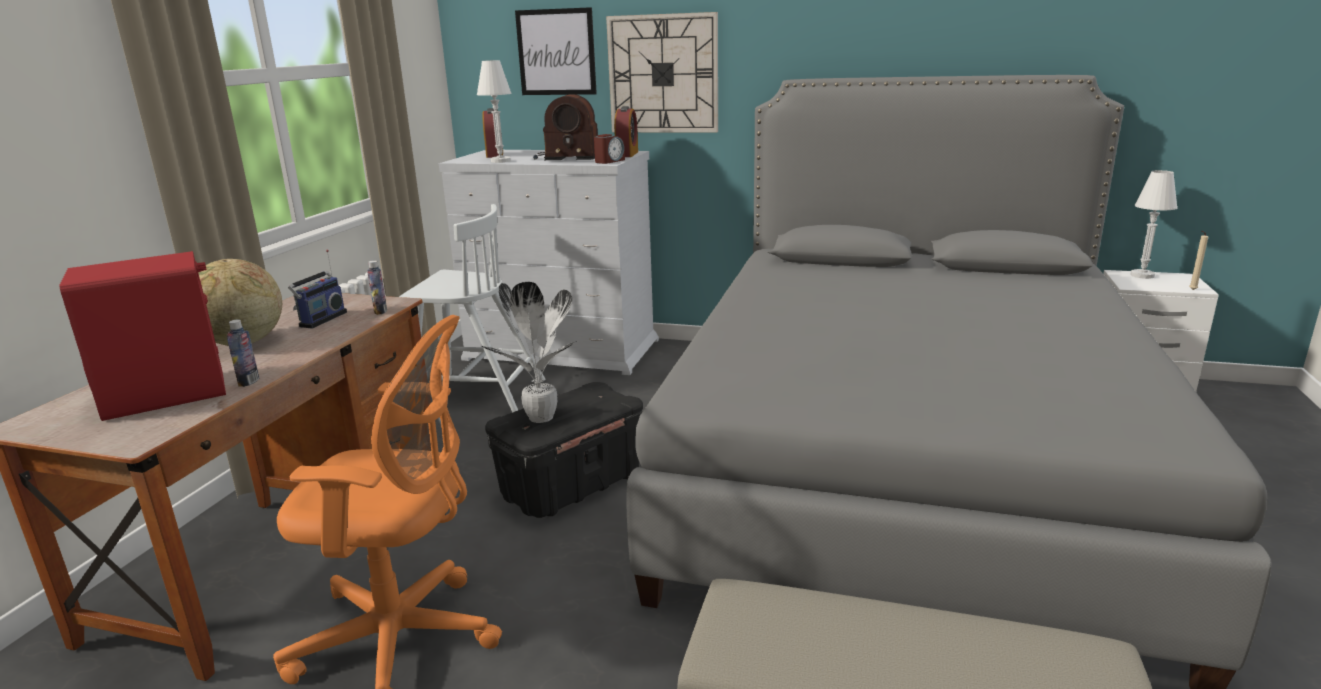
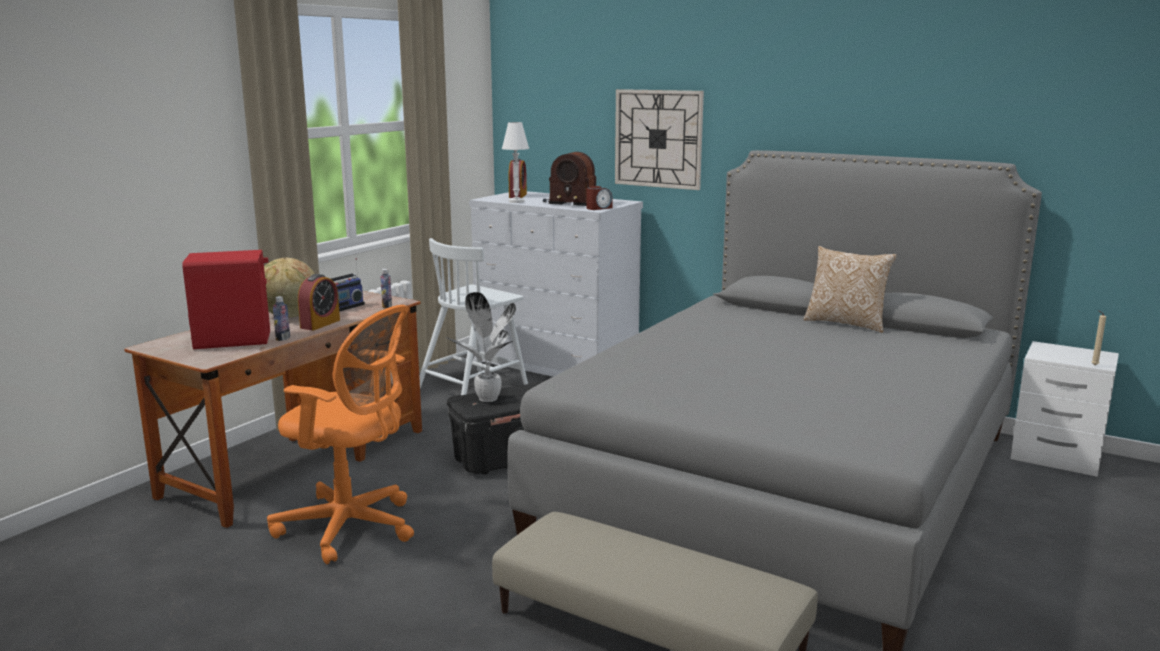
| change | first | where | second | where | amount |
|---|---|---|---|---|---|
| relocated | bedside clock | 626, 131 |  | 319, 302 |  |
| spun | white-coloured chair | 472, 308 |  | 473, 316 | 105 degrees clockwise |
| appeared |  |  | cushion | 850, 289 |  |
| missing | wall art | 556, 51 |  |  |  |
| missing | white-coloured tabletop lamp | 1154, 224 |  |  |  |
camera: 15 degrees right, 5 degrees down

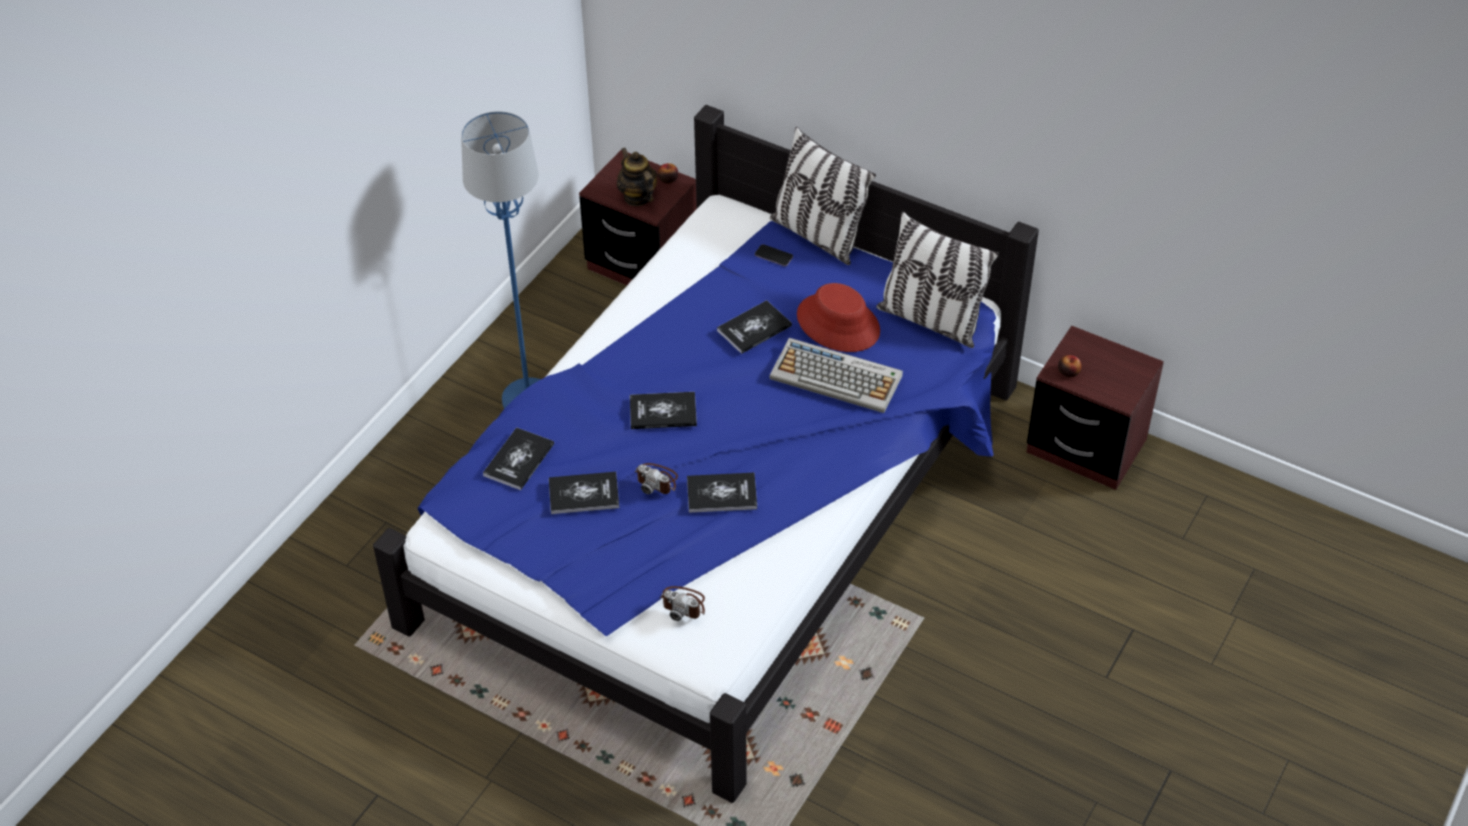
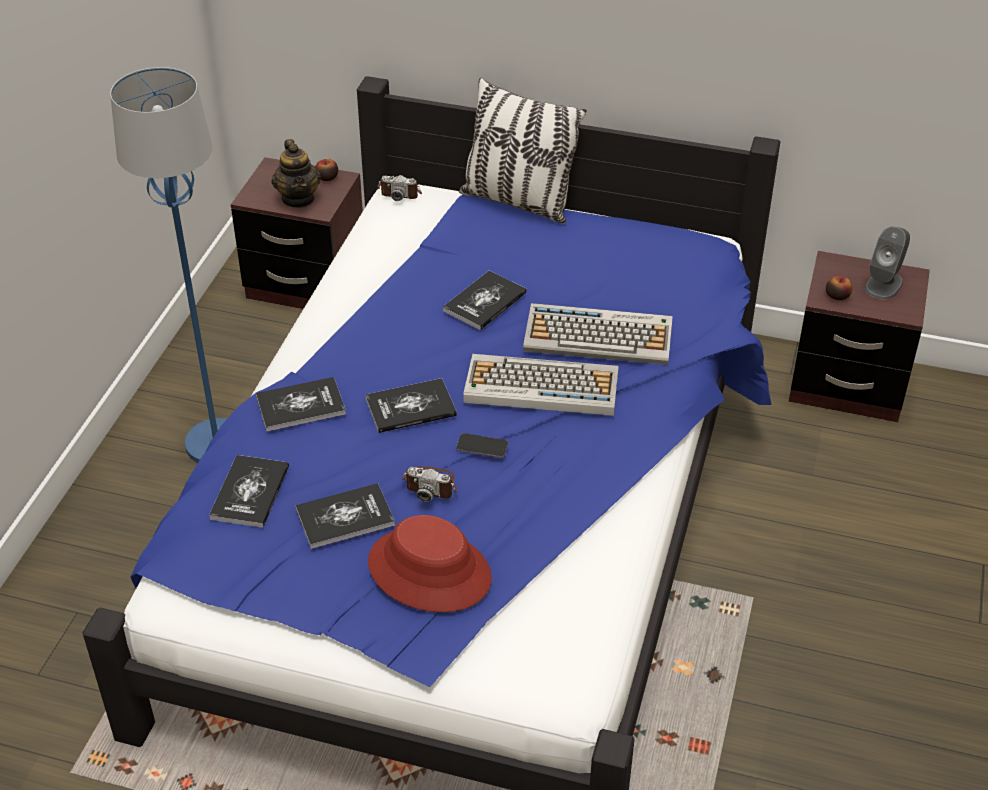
| change | first | where | second | where | amount |
|---|---|---|---|---|---|
| relocated | volume | 722, 493 |  | 301, 404 |  |
| spun | teapot | 637, 177 |  | 296, 173 | 150 degrees counterclockwise |
| relocated | reddish hat | 838, 317 |  | 430, 564 |  |
| relocated | still camera | 682, 603 |  | 399, 188 |  |
| relocated | handset | 774, 255 |  | 482, 445 |  |
| appeared |  |  | computer keyboard | 541, 385 |  |
| appeared |  |  | gray loudspeaker | 887, 263 |  |
| missing | cushion | 937, 280 |  |  |  |
camera: 15 degrees left, 5 degrees down

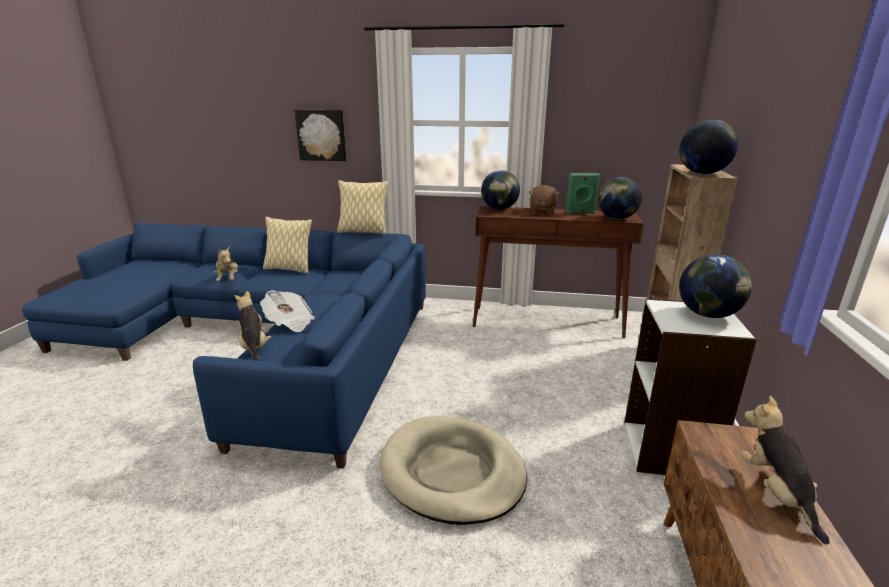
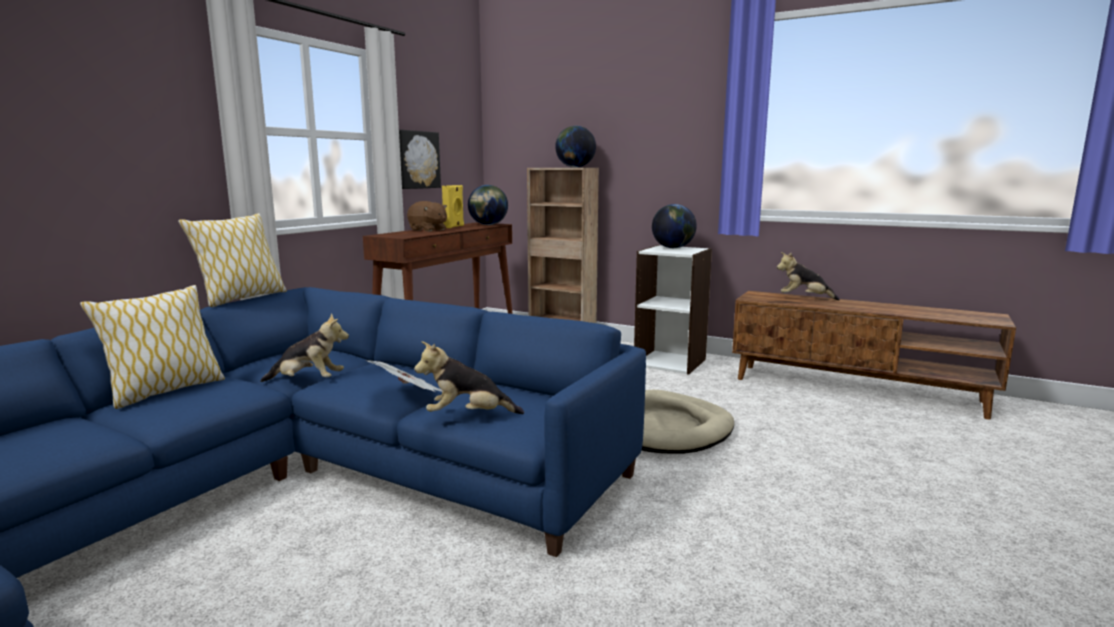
| change | first | where | second | where | amount |
|---|---|---|---|---|---|
| relocated | soft toy | 226, 263 |  | 304, 347 |  |
| relocated | wall art | 320, 135 |  | 420, 159 |  |
| colour | green loudspeaker | 583, 193 | yellow loudspeaker | 453, 206 |  |
| missing | desk globe | 500, 190 |  |  |  |
camera: 70 degrees left, 10 degrees down

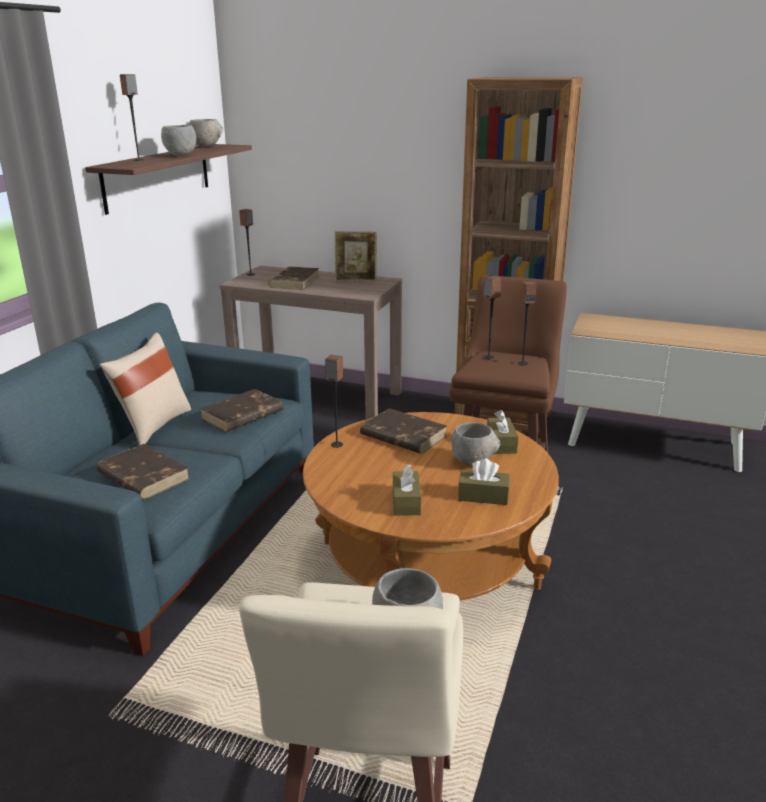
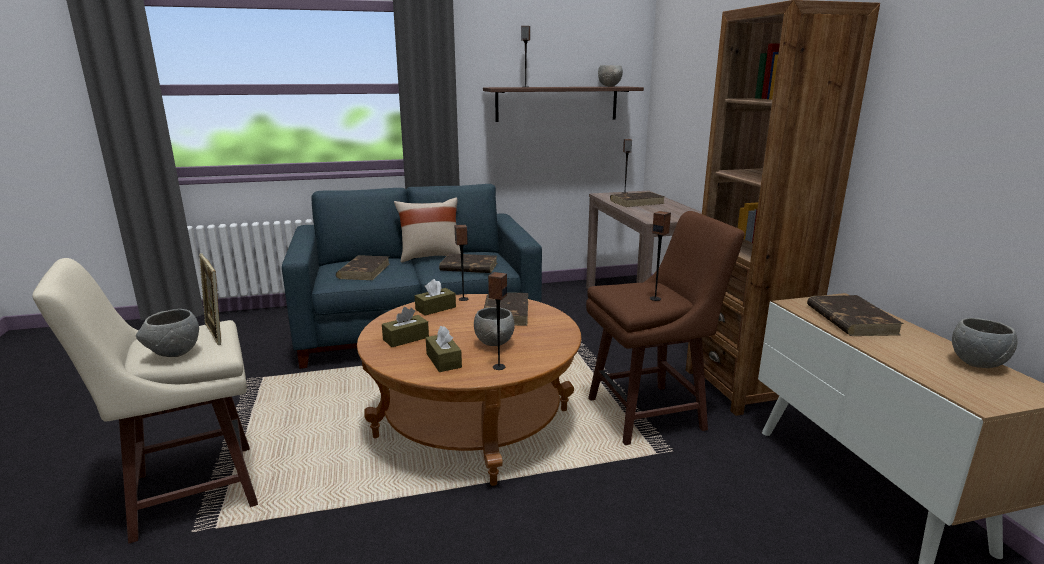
| change | first | where | second | where | amount |
|---|---|---|---|---|---|
| relocated | picture frame | 356, 256 |  | 210, 299 |  |
| relocated | brownish tissue box | 502, 432 |  | 435, 297 |  |
| relocated | loudspeaker | 492, 317 |  | 497, 321 |  |
| appeared |  |  | brownish volume | 855, 315 |  |
| relocated | gray bowl | 178, 140 |  | 985, 343 |  |
camera: 55 degrees right, 5 degrees down

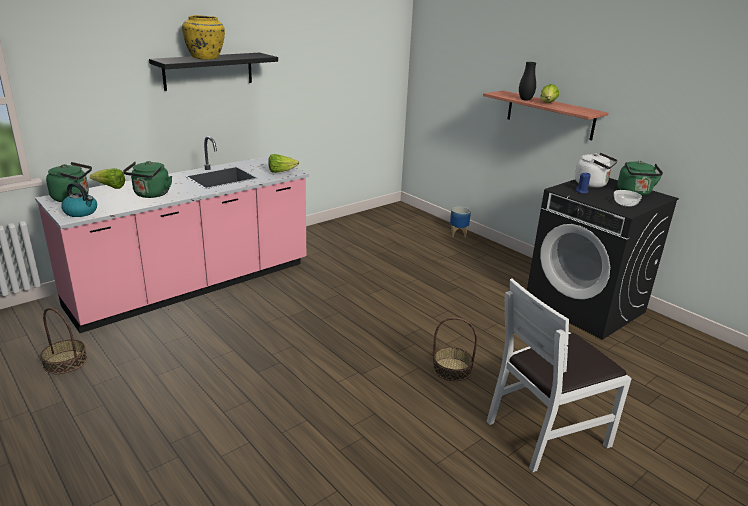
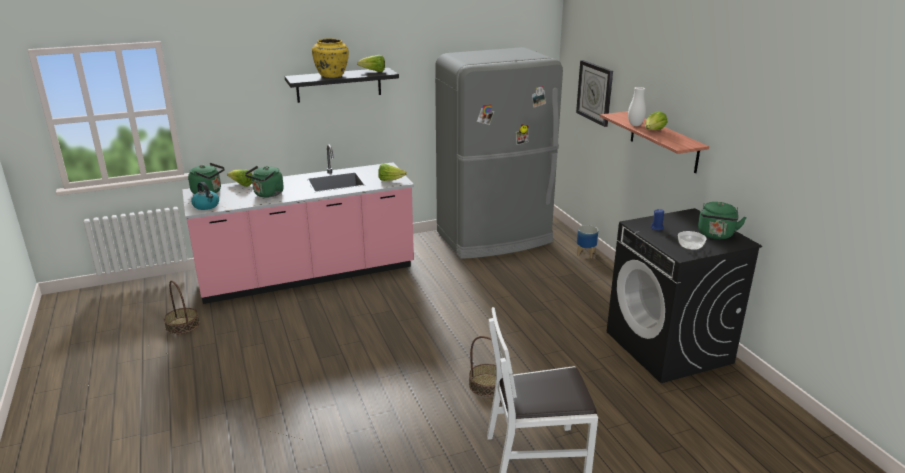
| change | first | where | second | where | amount |
|---|---|---|---|---|---|
| appeared |  |  | head of lettuce | 371, 63 |  |
| appeared |  |  | gray kitchen fridge | 499, 153 |  |
| appeared |  |  | wall clock | 594, 93 |  |
| colour | black flower vase | 527, 81 | white-coloured flower vase | 637, 106 |  |
| missing | white-coloured tea kettle | 596, 170 |  |  |  |
camera: 20 degrees right, 0 degrees up

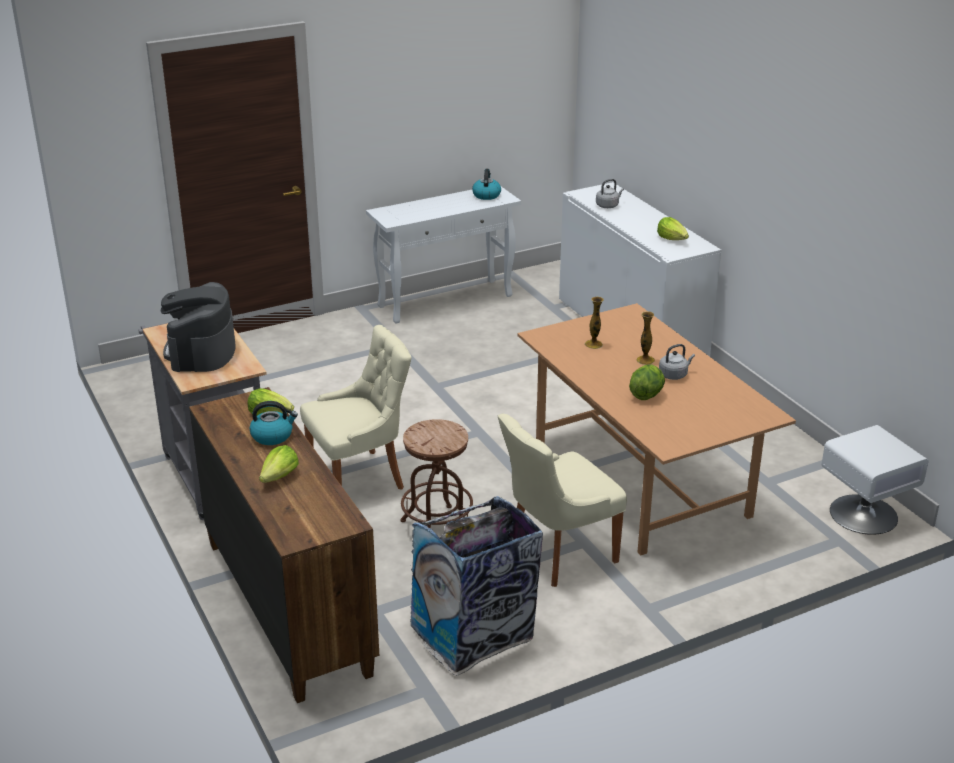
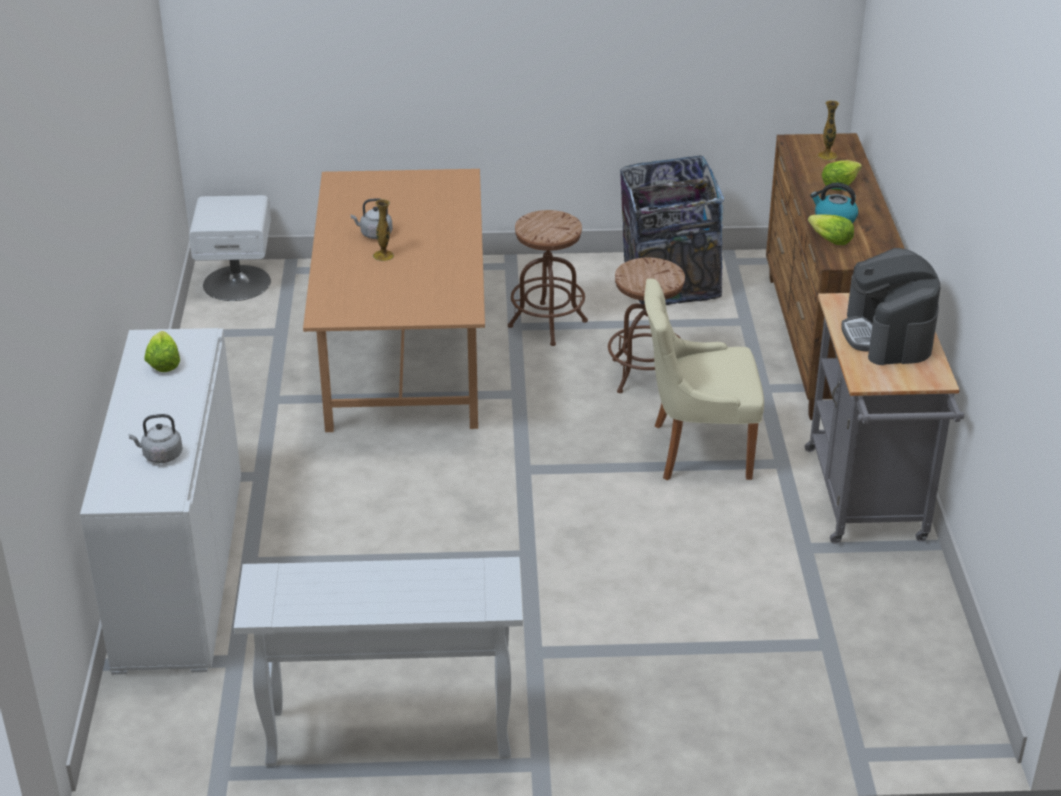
| change | first | where | second | where | amount |
|---|---|---|---|---|---|
| exchanged | sand-coloured chair | 562, 500 | brownish stool | 548, 278 |  |
| relocated | flower vase | 594, 323 |  | 828, 130 |  |
| spun | coffee brewer | 198, 327 |  | 890, 306 | 150 degrees clockwise |
| missing | tea kettle | 486, 184 |  |  |  |
| missing | head of lettuce | 647, 382 |  |  |  |
camera: 155 degrees left, 5 degrees up

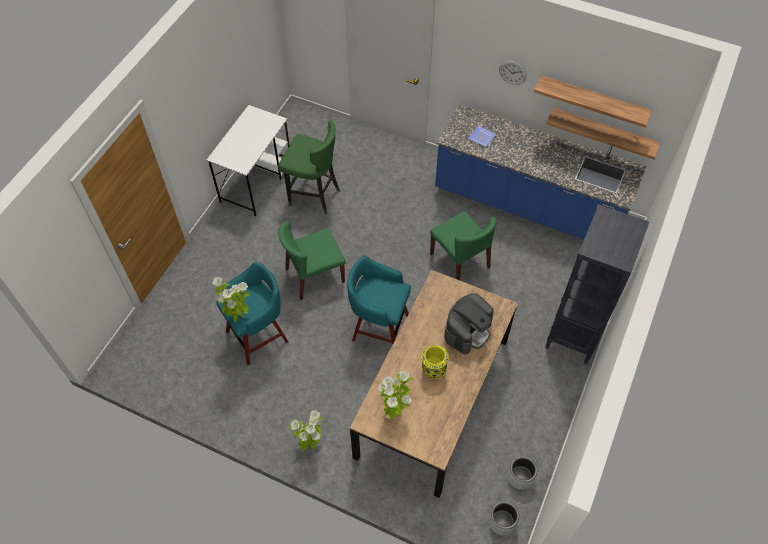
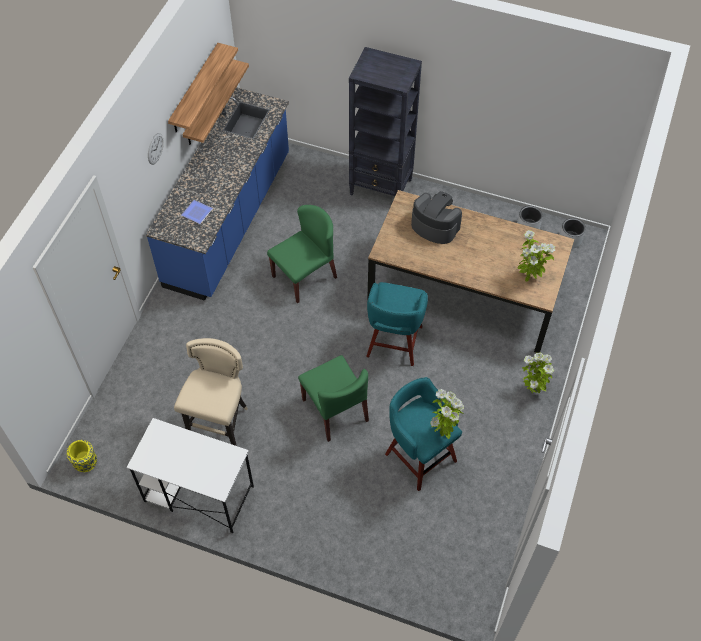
| change | first | where | second | where | amount |
|---|---|---|---|---|---|
| relocated | yellow flower vase | 435, 362 |  | 82, 456 |  |
| colour | green stool | 309, 167 | sand-coloured stool | 211, 392 |  |
camera: 95 degrees left, 0 degrees up

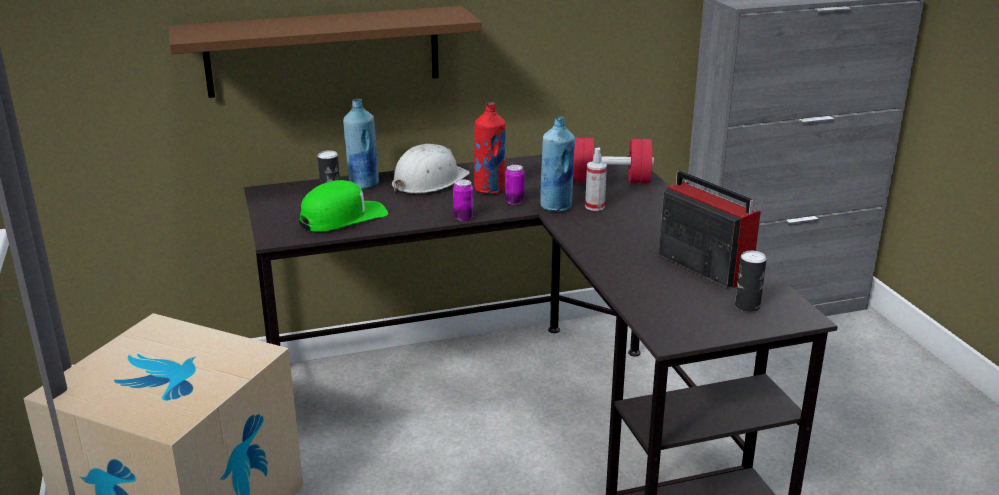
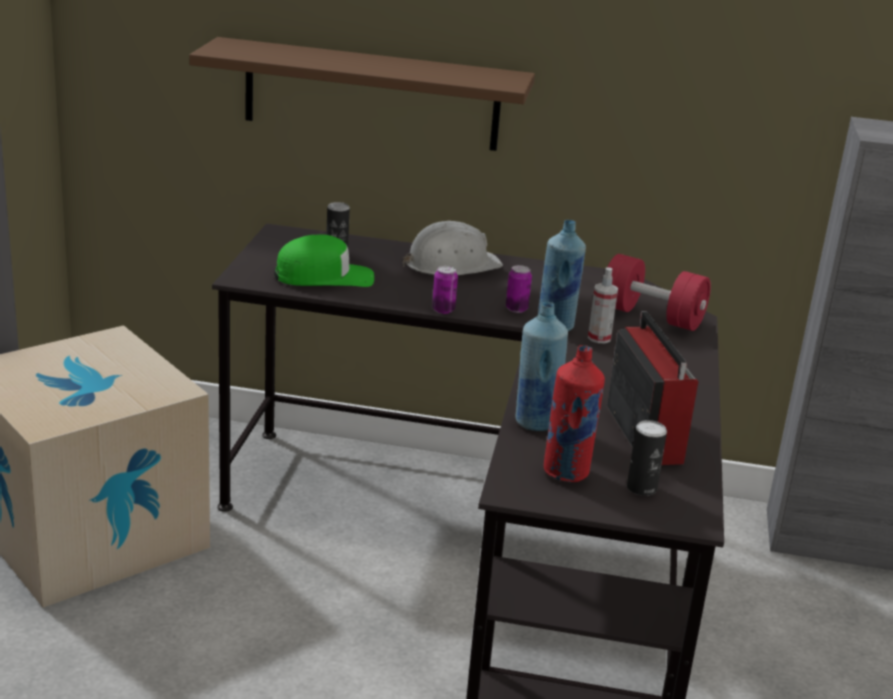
| change | first | where | second | where | amount |
|---|---|---|---|---|---|
| relocated | blue-coloured drink bottle | 361, 144 |  | 541, 366 |  |
| relocated | reddish drink bottle | 490, 148 |  | 574, 413 |  |
camera: 25 degrees right, 0 degrees up

